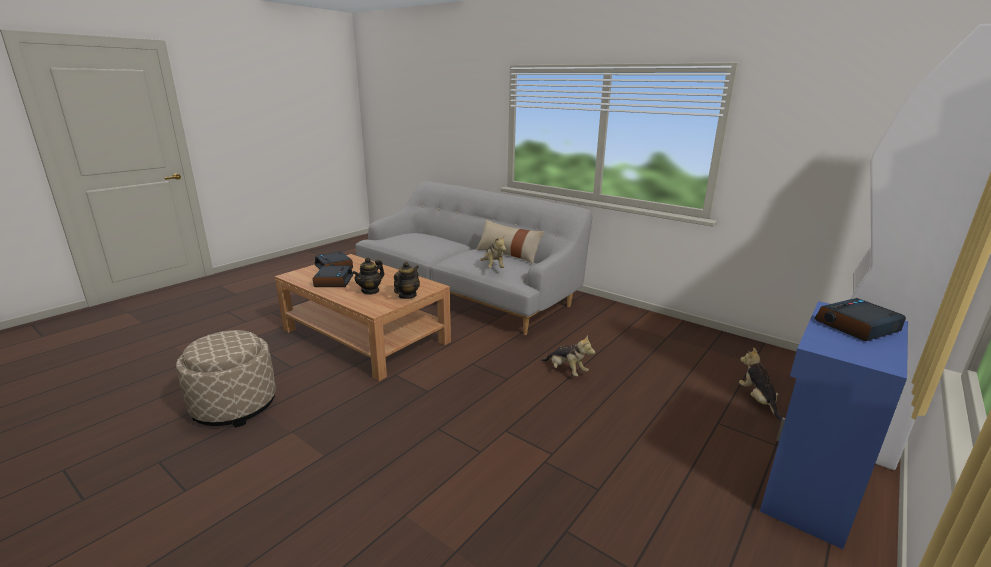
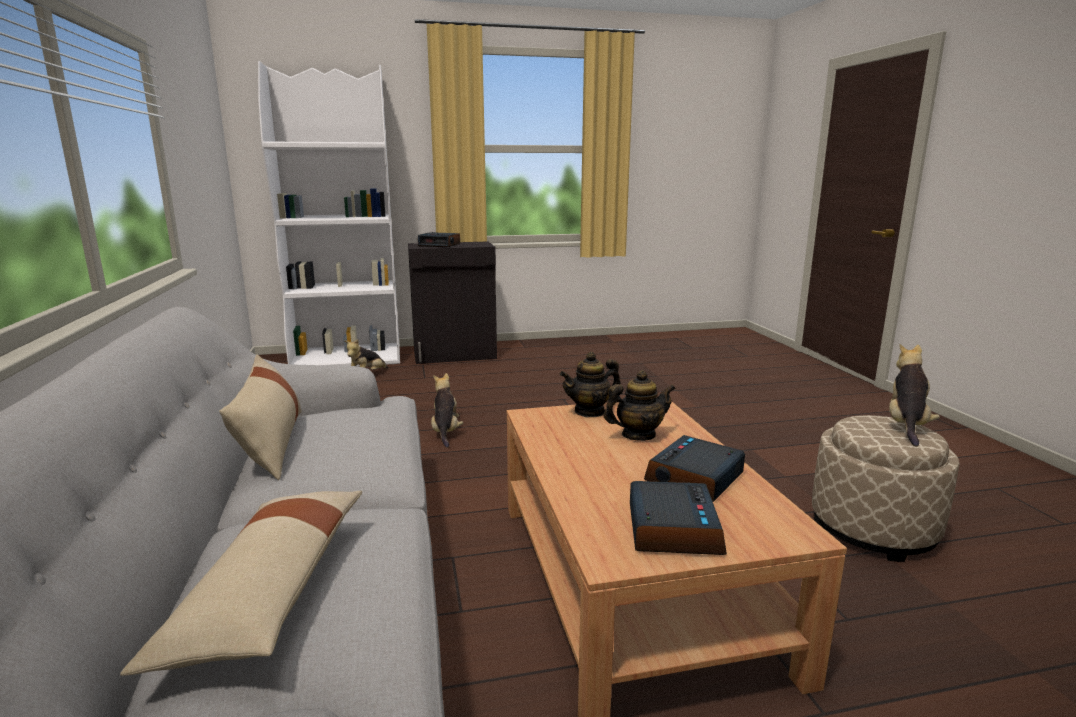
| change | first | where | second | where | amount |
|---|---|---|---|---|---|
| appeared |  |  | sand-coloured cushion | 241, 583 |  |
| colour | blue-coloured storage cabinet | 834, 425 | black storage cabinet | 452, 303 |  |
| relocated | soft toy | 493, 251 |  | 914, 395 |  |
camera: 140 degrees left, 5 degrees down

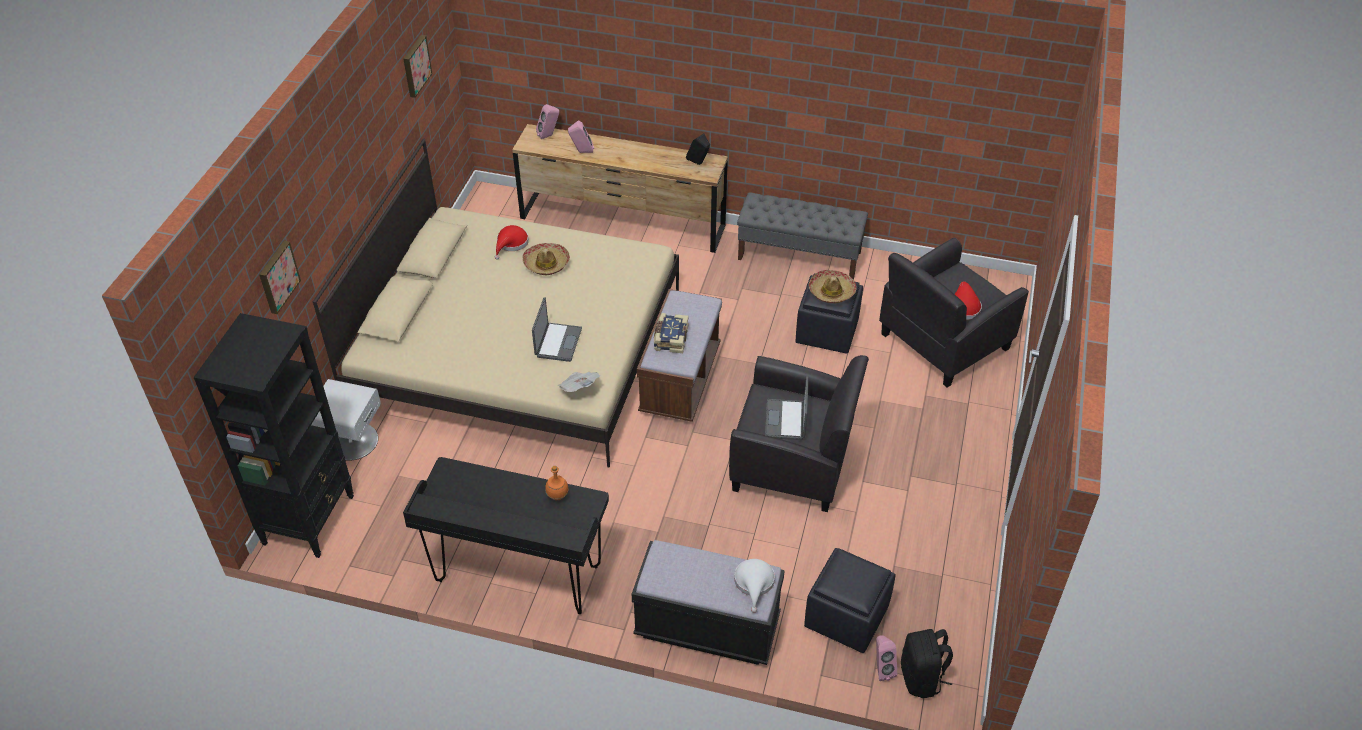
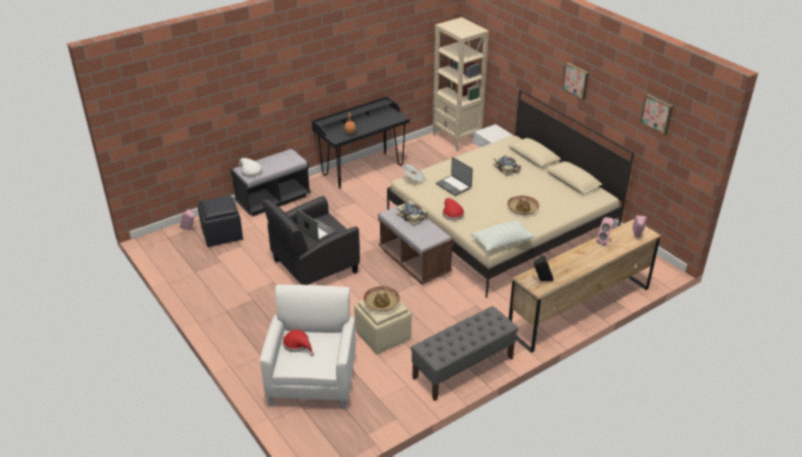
| change | first | where | second | where | amount |
|---|---|---|---|---|---|
| colour | black lounge chair | 954, 313 | white-coloured lounge chair | 308, 347 |  |
| colour | black ottoman | 829, 313 | sand-coloured ottoman | 383, 327 |  |
| colour | black bookcase | 273, 435 | sand-coloured bookcase | 461, 84 |  |
| relocated | reddish hat | 512, 242 |  | 453, 209 |  |
| appeared |  |  | cushion | 503, 236 |  |
| appeared |  |  | volume | 507, 165 |  |
| relocated | wall art | 280, 277 |  | 576, 81 |  |
| missing | black knapsack | 927, 663 |  |  |  |
camera: 130 degrees right, 10 degrees down

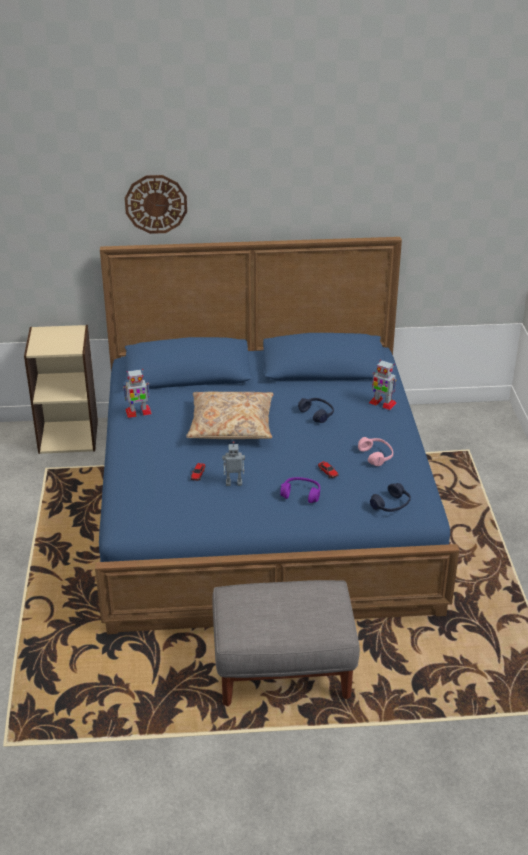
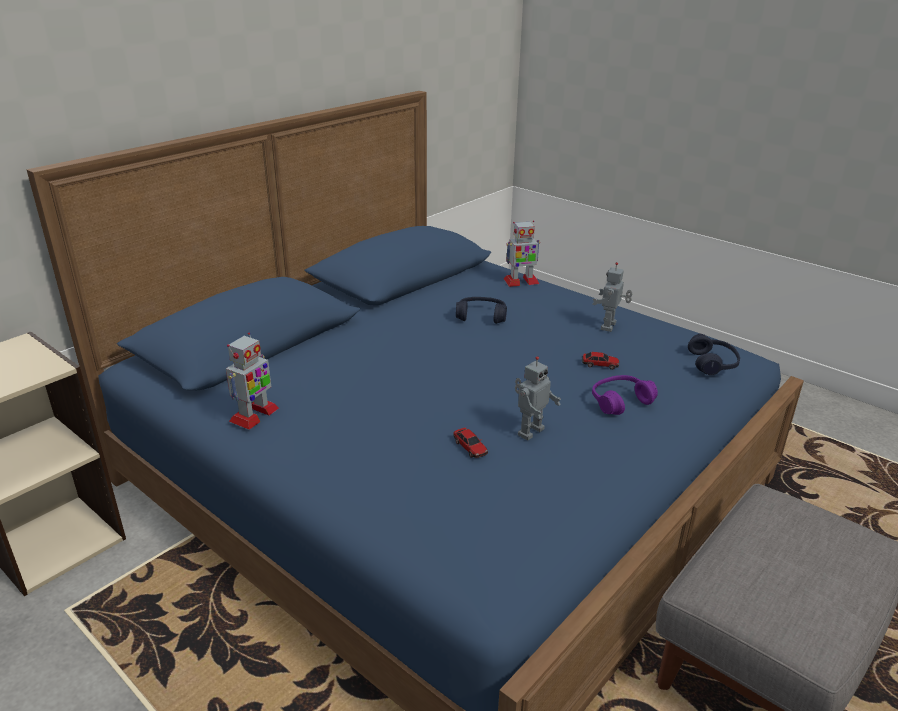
| change | first | where | second | where | amount |
|---|---|---|---|---|---|
| exchanged | pink headphones | 375, 451 | robot figure | 612, 297 |  |
| missing | wall clock | 156, 204 |  |  |  |
| missing | sand-coloured cushion | 230, 415 |  |  |  |
camera: 45 degrees left, 5 degrees down

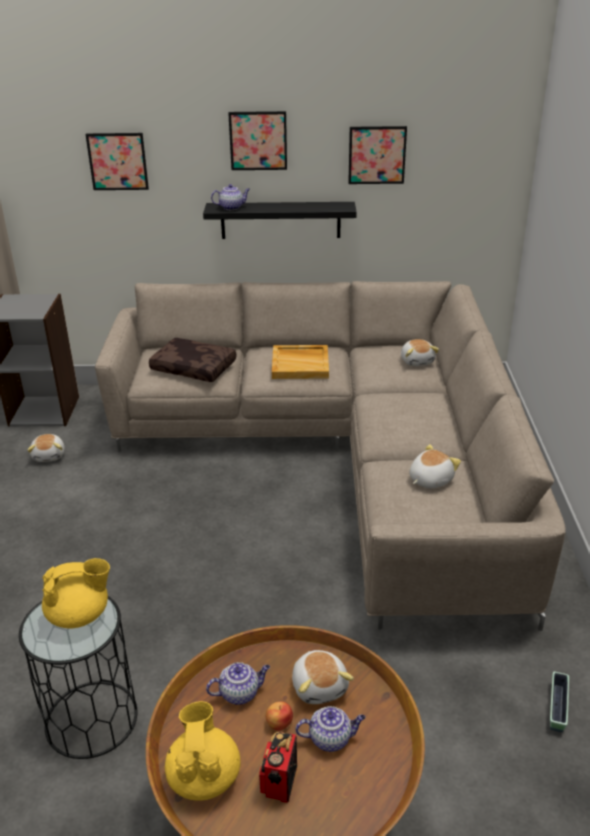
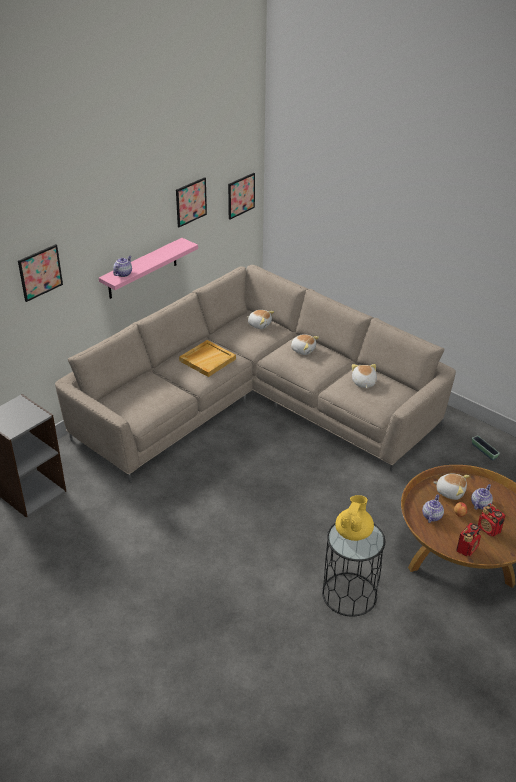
| change | first | where | second | where | amount |
|---|---|---|---|---|---|
| colour | black shelf | 280, 220 | pink shelf | 148, 268 |  |
| relocated | wall art | 257, 140 |  | 241, 196 |  |
| relocated | soft toy | 46, 448 |  | 304, 344 |  |
| exchanged | yellow teapot | 203, 751 | radio set | 468, 540 |  |
| missing | brownish cushion | 192, 360 |  |  |  |
camera: 50 degrees left, 5 degrees up

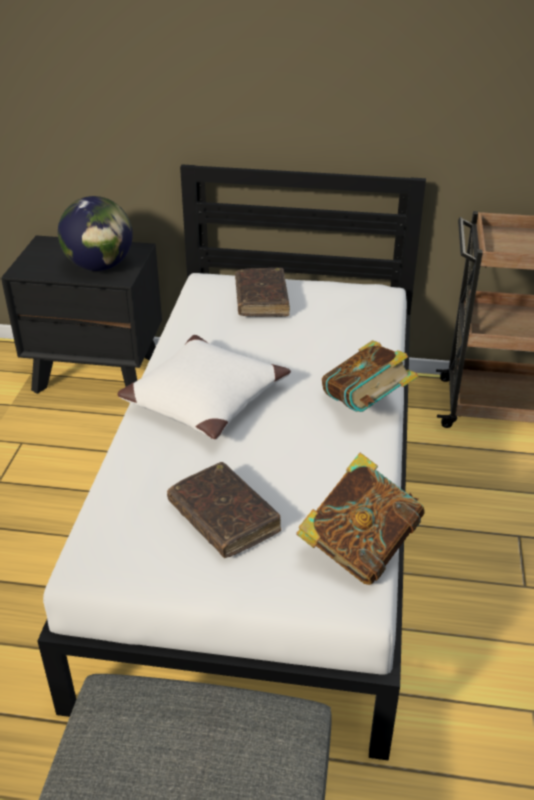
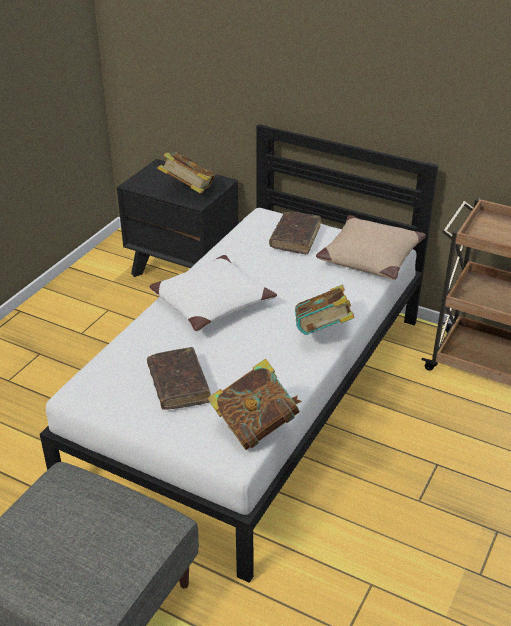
| change | first | where | second | where | amount |
|---|---|---|---|---|---|
| exchanged | desk globe | 95, 233 | volume | 186, 172 |  |
| appeared |  |  | sand-coloured cushion | 371, 247 |  |
camera: 20 degrees right, 0 degrees up

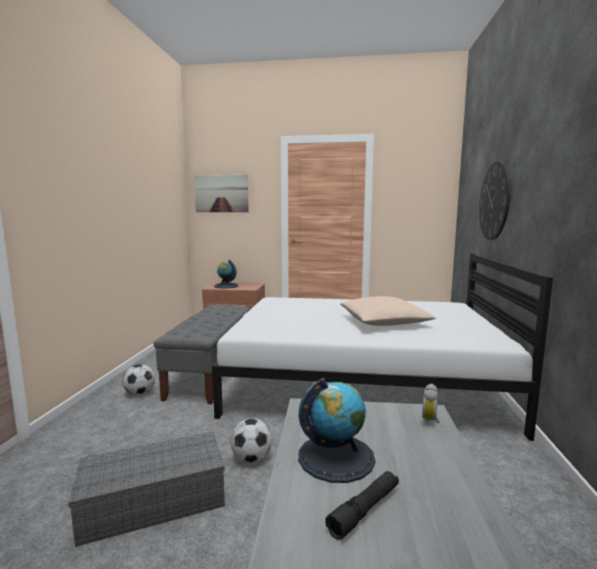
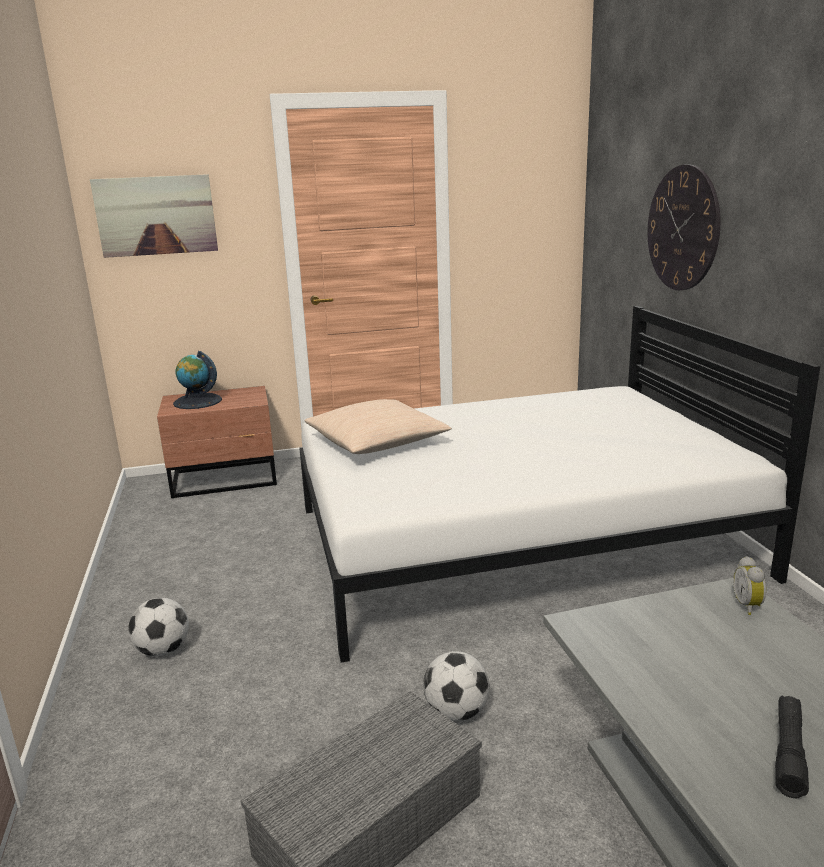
| change | first | where | second | where | amount |
|---|---|---|---|---|---|
| relocated | sand-coloured cushion | 388, 311 |  | 378, 426 |  |
| missing | gray indoor bench | 202, 354 |  |  |  |
| missing | desk globe | 336, 430 |  |  |  |
camera: 20 degrees left, 10 degrees up

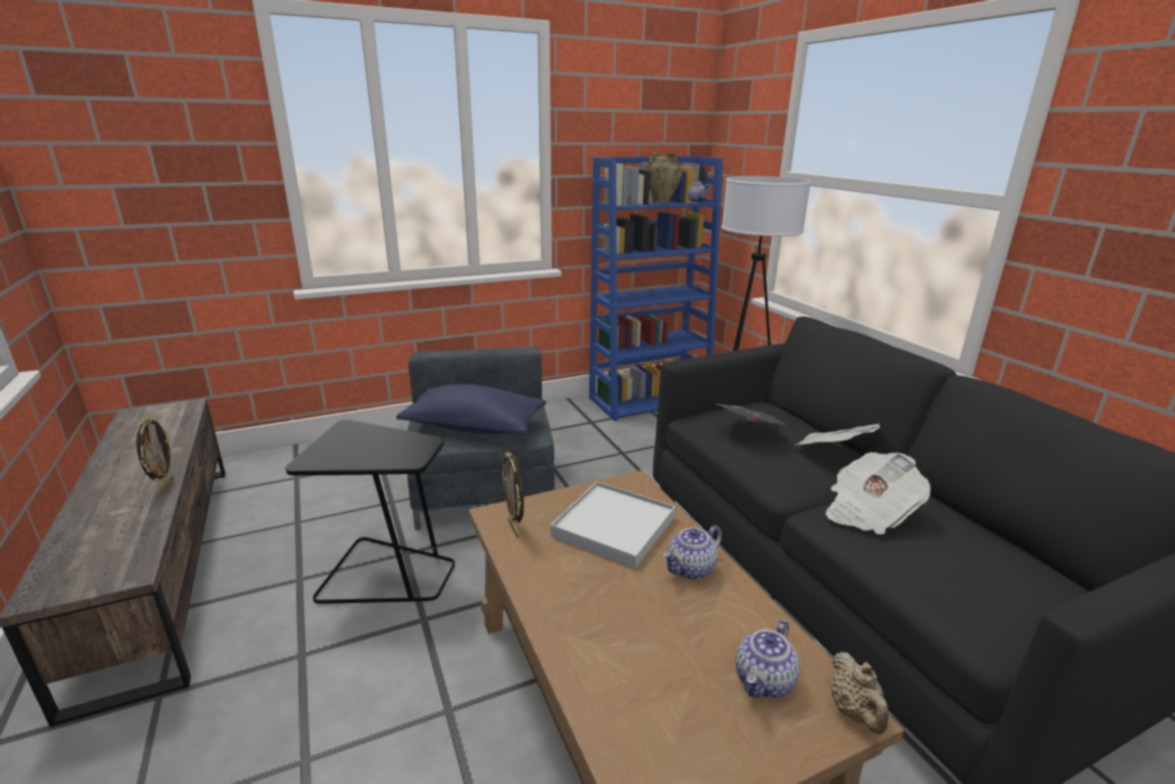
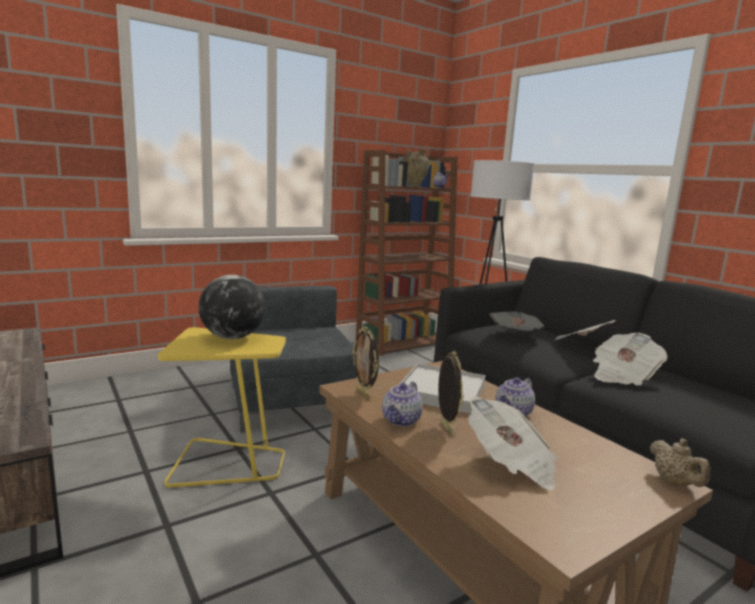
| change | first | where | second | where | amount |
|---|---|---|---|---|---|
| colour | black end table | 370, 511 | yellow end table | 221, 407 |  |
| appeared |  |  | desk globe | 231, 307 |  |
| colour | blue-coloured bookcase | 656, 288 | brownish bookcase | 406, 253 |  |
| relocated | teapot | 768, 658 |  | 402, 404 |  |
| relocated | picture frame | 155, 455 |  | 451, 393 |  |
| appeared |  |  | printed paper | 512, 443 |  |
| missing | blue-coloured cushion | 471, 409 |  |  |  |
camera: 10 degrees left, 10 degrees down

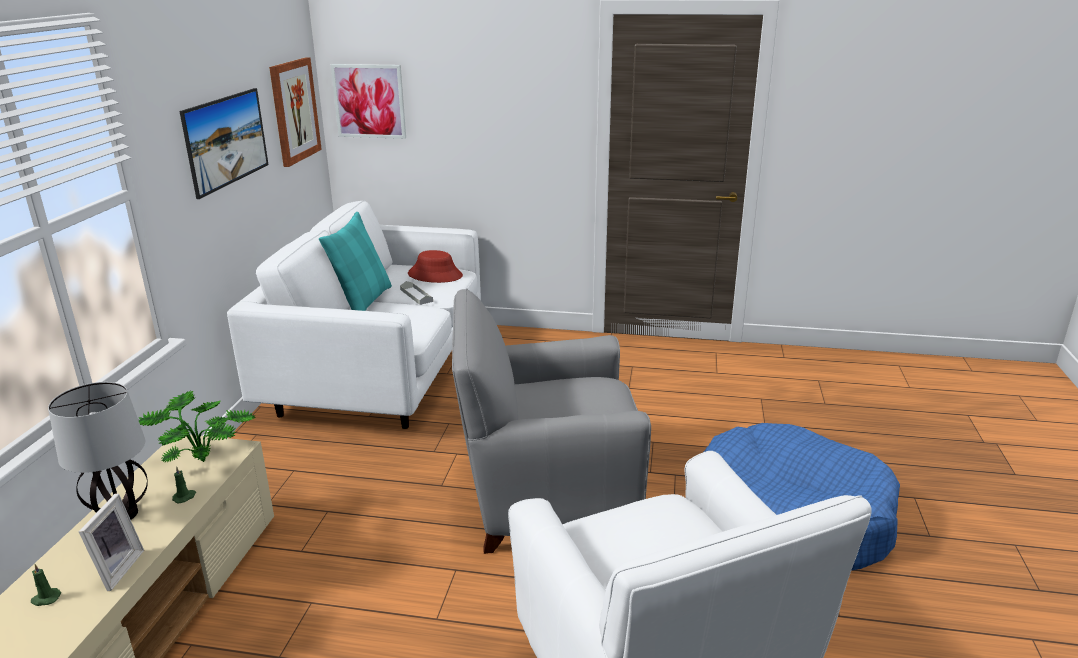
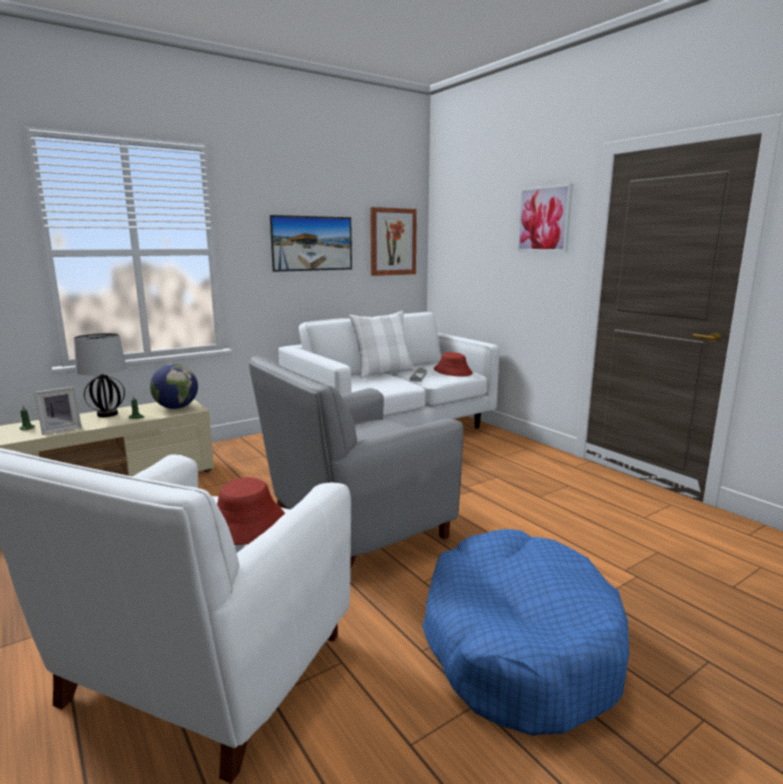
| change | first | where | second | where | amount |
|---|---|---|---|---|---|
| exchanged | plant in a pot | 197, 426 | desk globe | 174, 386 |  |
| appeared |  |  | reddish hat | 251, 511 |  |
| spun | gray lounge chair | 551, 421 |  | 356, 462 | 75 degrees counterclockwise |
| colour | turquoise cushion | 355, 261 | white-coloured cushion | 381, 344 |  |
| relocated | wall art | 368, 101 |  | 544, 217 |  |
camera: 45 degrees right, 10 degrees down

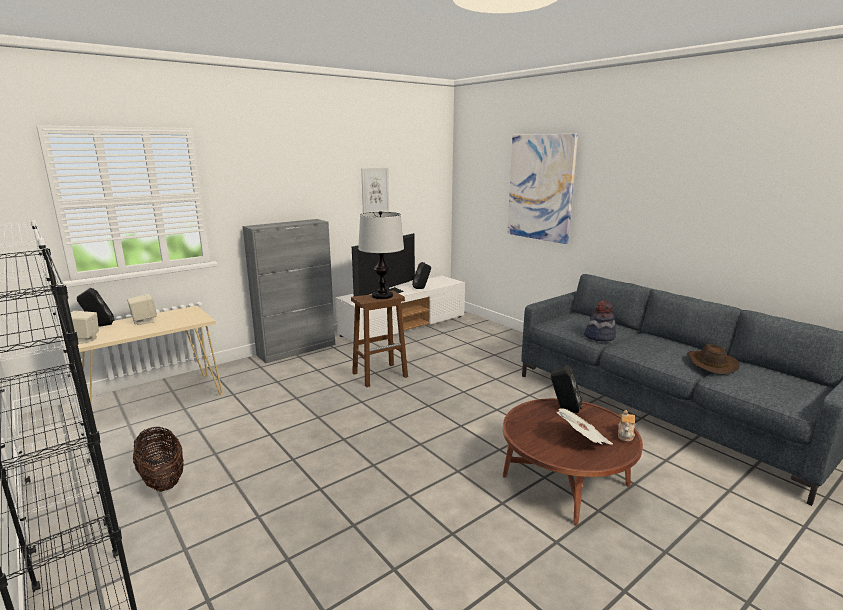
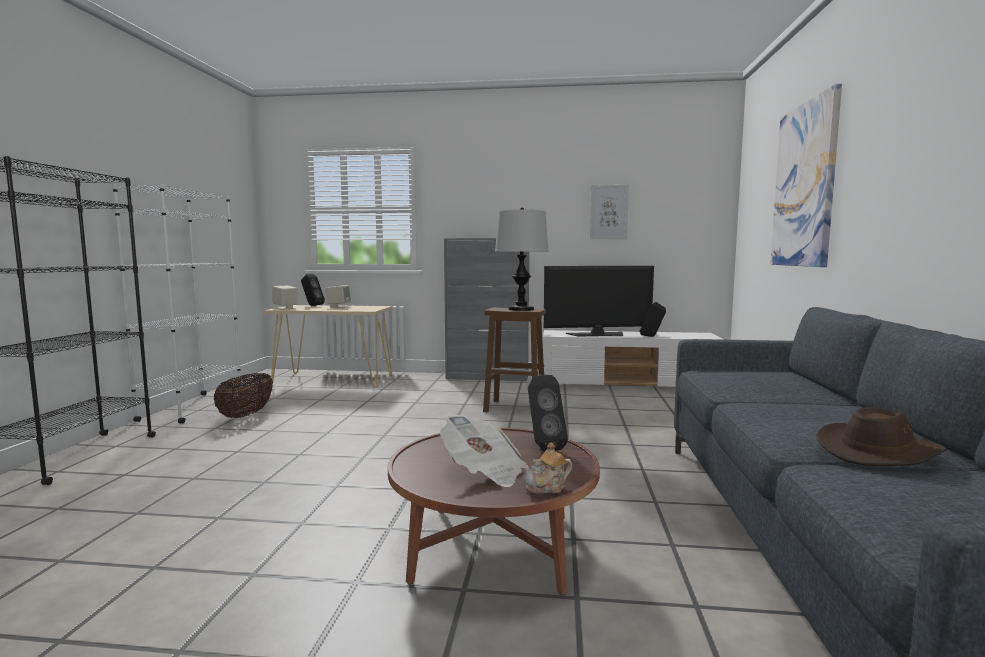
| change | first | where | second | where | amount |
|---|---|---|---|---|---|
| missing | hat | 600, 320 |  |  |  |
camera: 45 degrees right, 10 degrees down

